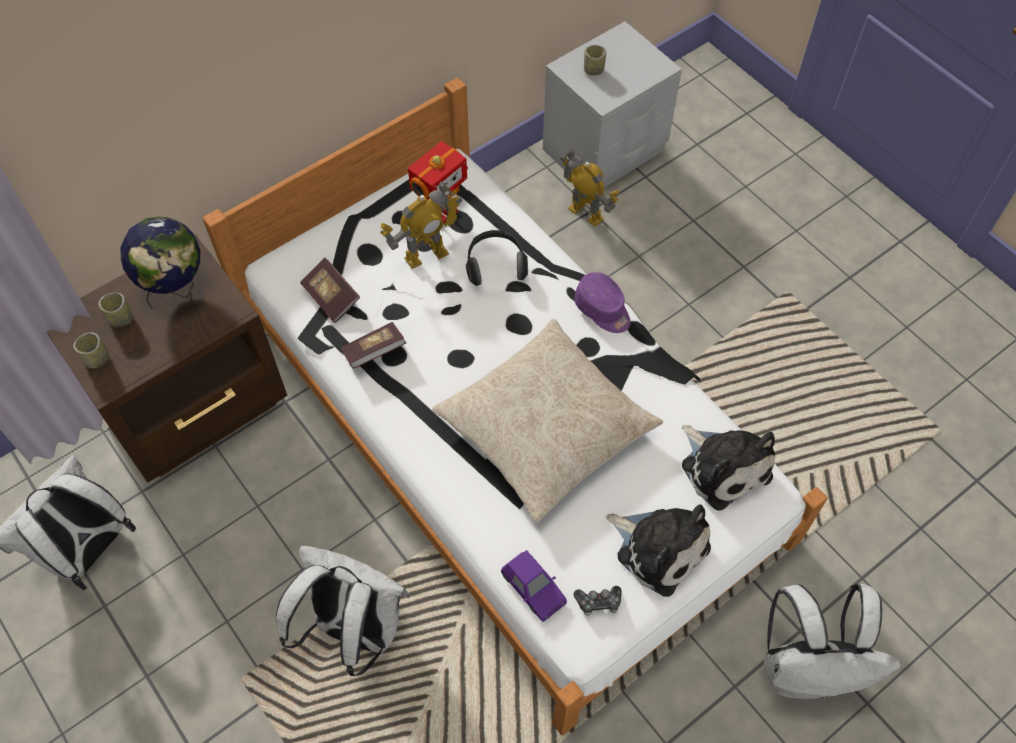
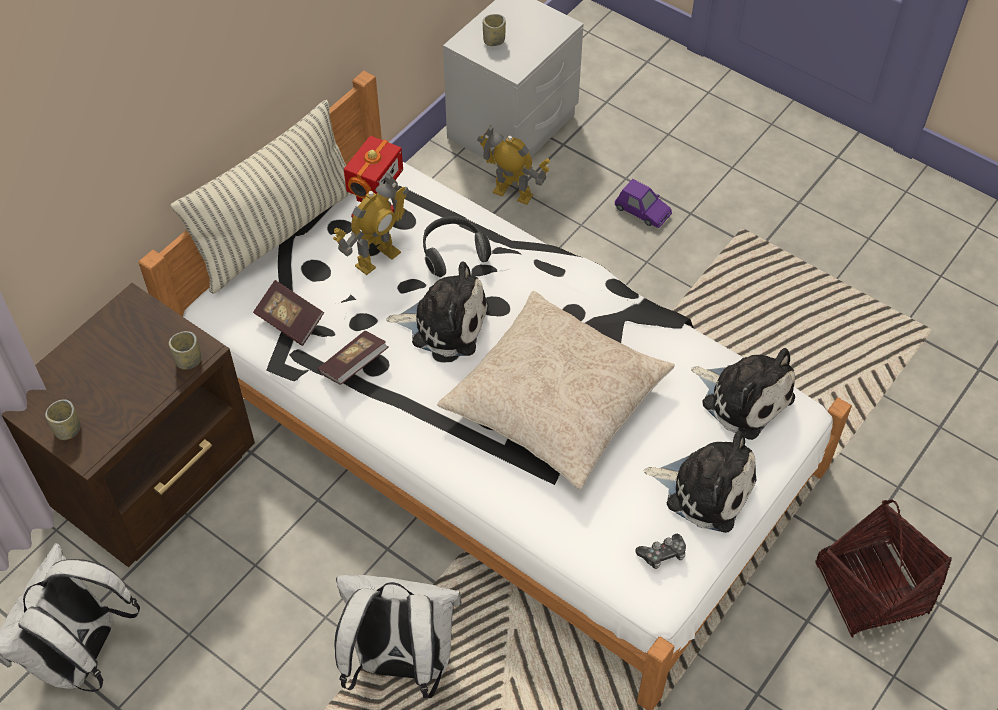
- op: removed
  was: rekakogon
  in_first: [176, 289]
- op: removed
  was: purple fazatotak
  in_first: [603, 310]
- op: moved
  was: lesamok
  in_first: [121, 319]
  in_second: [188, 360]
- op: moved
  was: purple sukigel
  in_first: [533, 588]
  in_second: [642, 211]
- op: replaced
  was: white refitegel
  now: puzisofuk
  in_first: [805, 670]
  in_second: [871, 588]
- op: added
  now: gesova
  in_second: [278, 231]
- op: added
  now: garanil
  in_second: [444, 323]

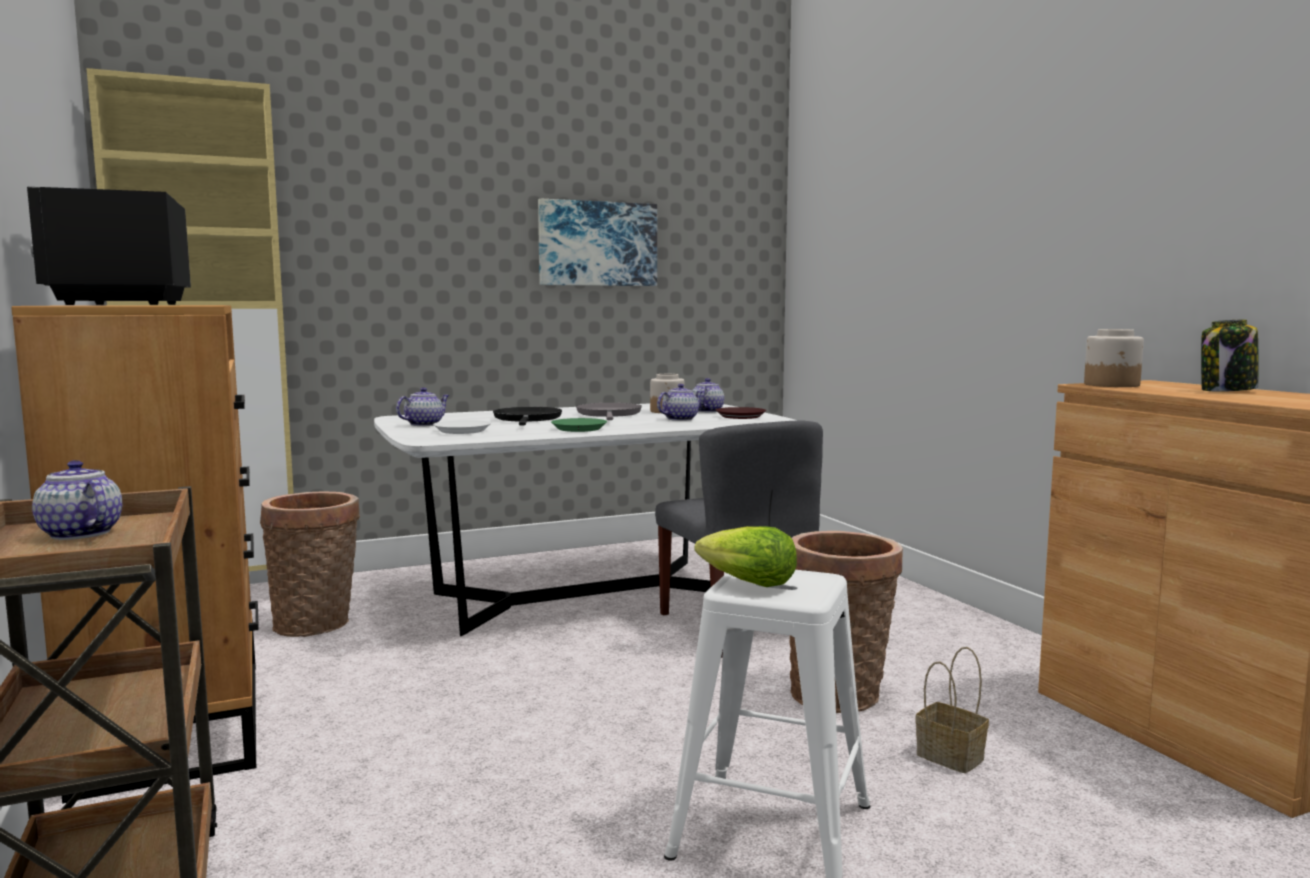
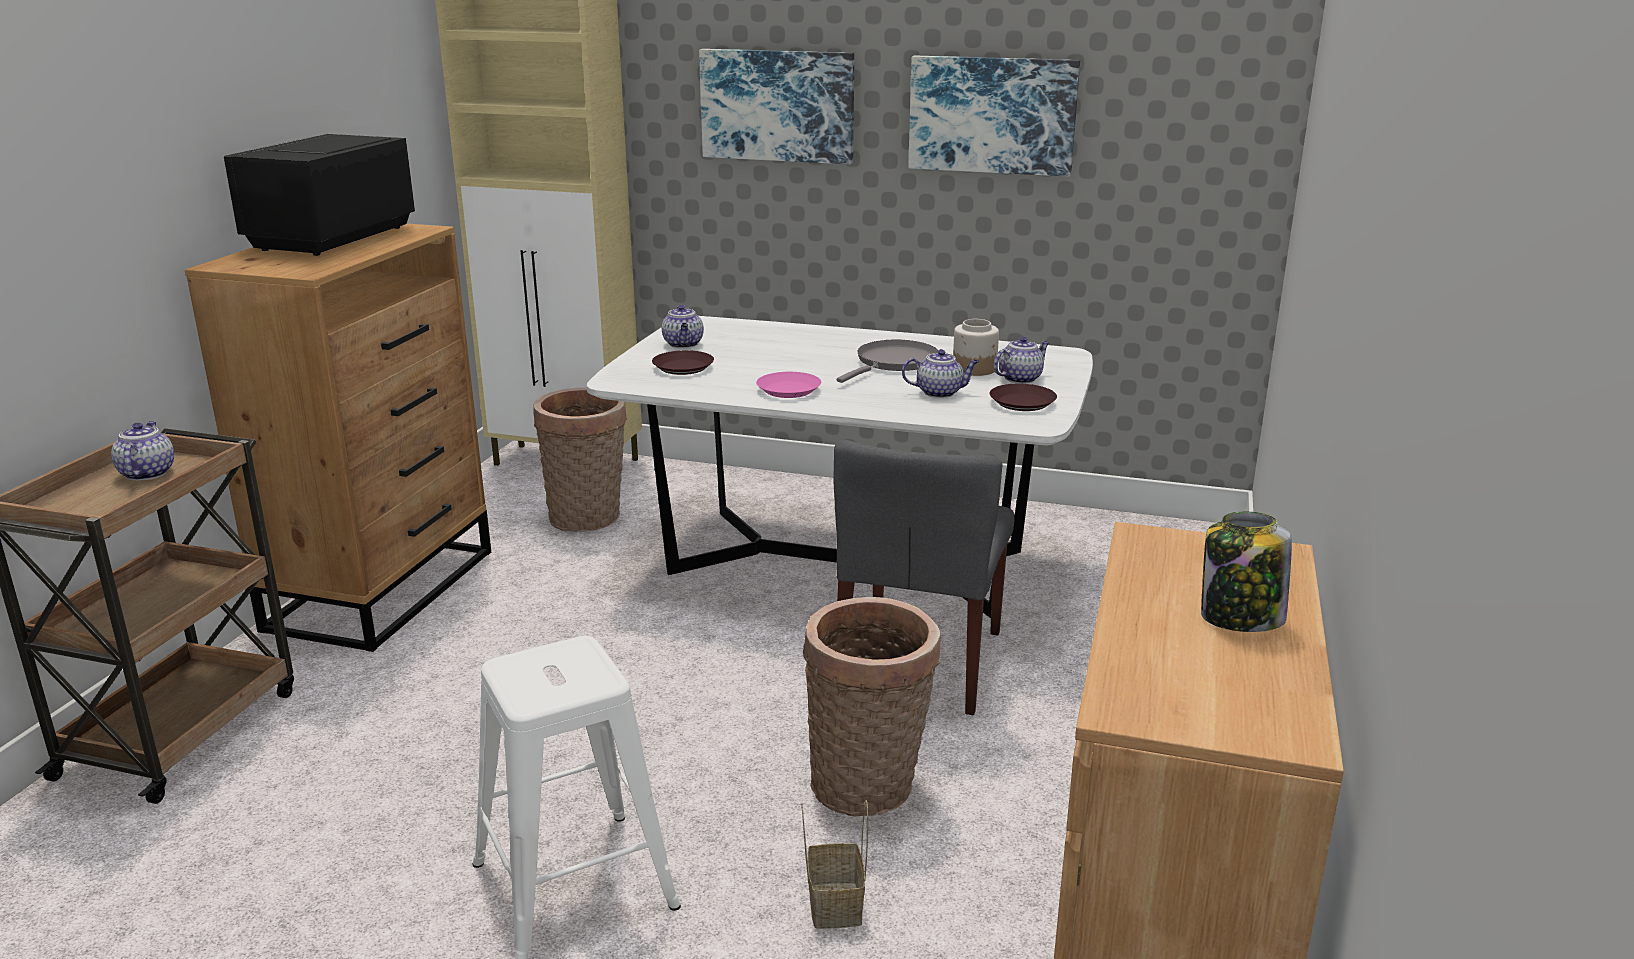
- op: removed
  was: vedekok
  in_first: [1112, 385]
- op: turned
  was: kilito
  in_first: [424, 424]
  in_second: [684, 344]
  clockwise: 90
- op: removed
  was: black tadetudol
  in_first: [527, 419]
- op: recoloured
  was: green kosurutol
  now: pink kosurutol
  in_first: [578, 429]
  in_second: [788, 390]
- op: recoloured
  was: white kosurutol
  now: brown kosurutol
  in_first: [462, 431]
  in_second: [682, 368]
- op: removed
  was: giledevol
  in_first: [747, 583]
- op: added
  now: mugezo
  in_second: [778, 105]

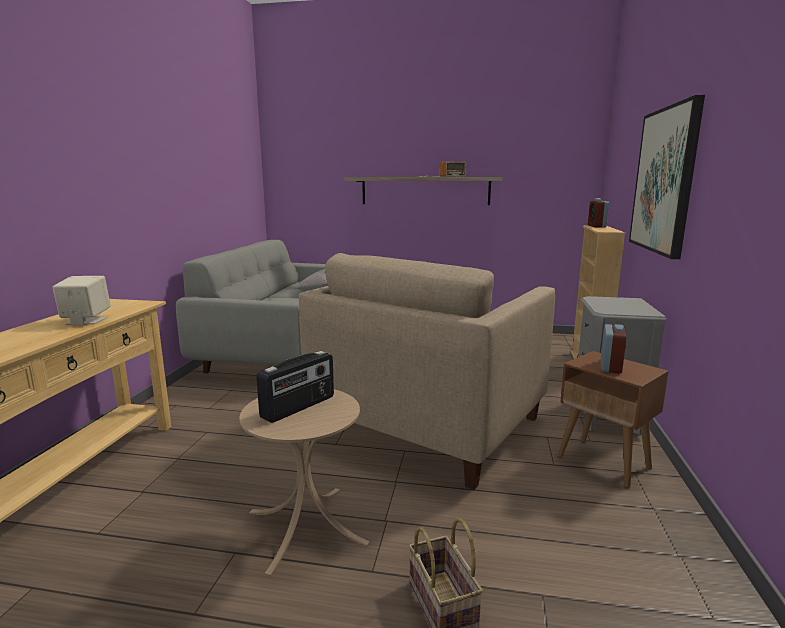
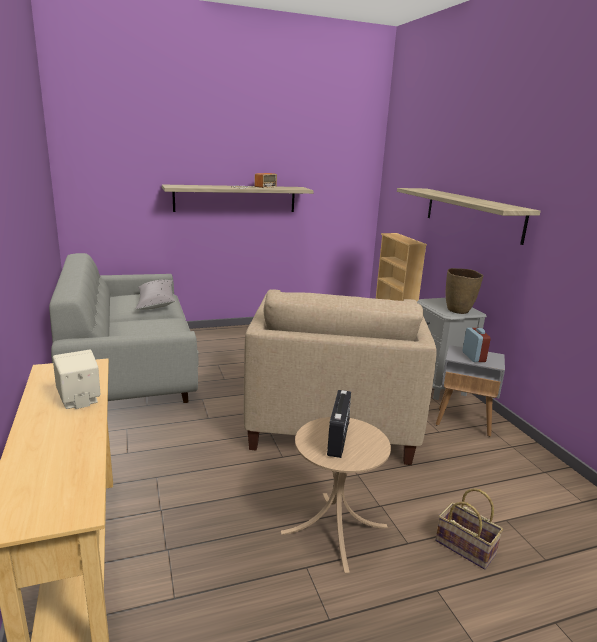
- op: replaced
  was: mugezo
  now: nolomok
  in_first: [664, 180]
  in_second: [472, 213]
- op: removed
  was: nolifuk
  in_first: [596, 226]
- op: recoloured
  was: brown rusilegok
  now: grey rusilegok
  in_first: [604, 462]
  in_second: [464, 422]
- op: added
  now: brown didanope
  in_second: [459, 310]

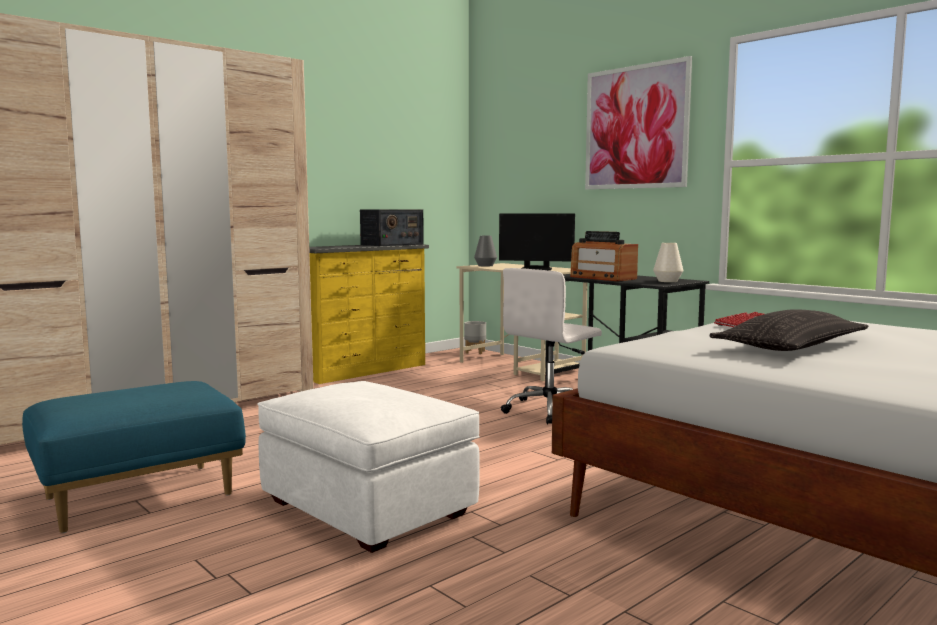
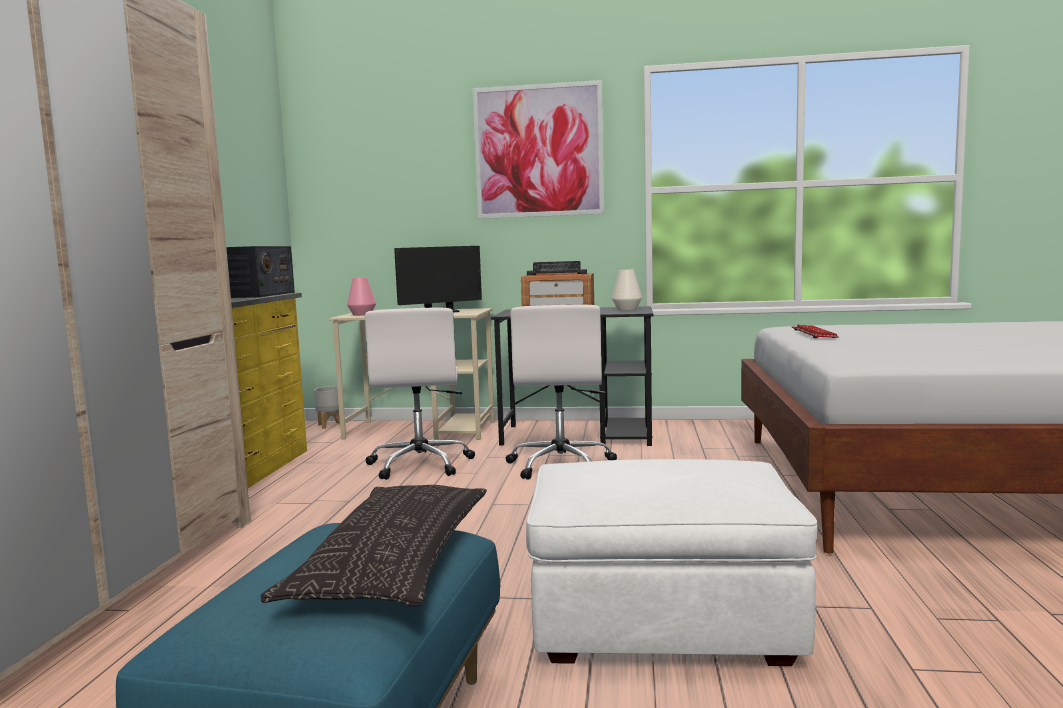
- op: recoloured
  was: grey didanope
  now: pink didanope
  in_first: [485, 265]
  in_second: [362, 314]
- op: moved
  was: gesova
  in_first: [790, 346]
  in_second: [394, 560]
- op: added
  now: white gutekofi
  in_second: [420, 464]

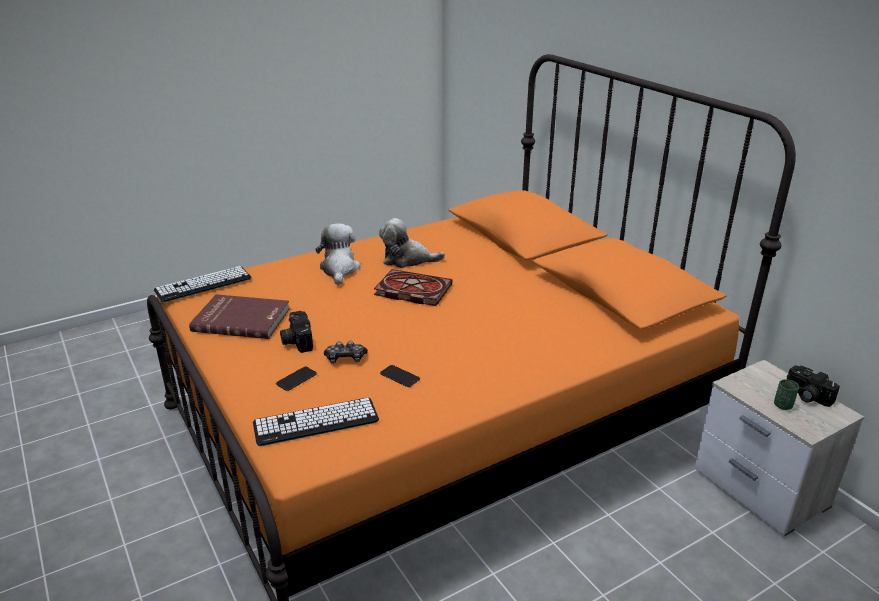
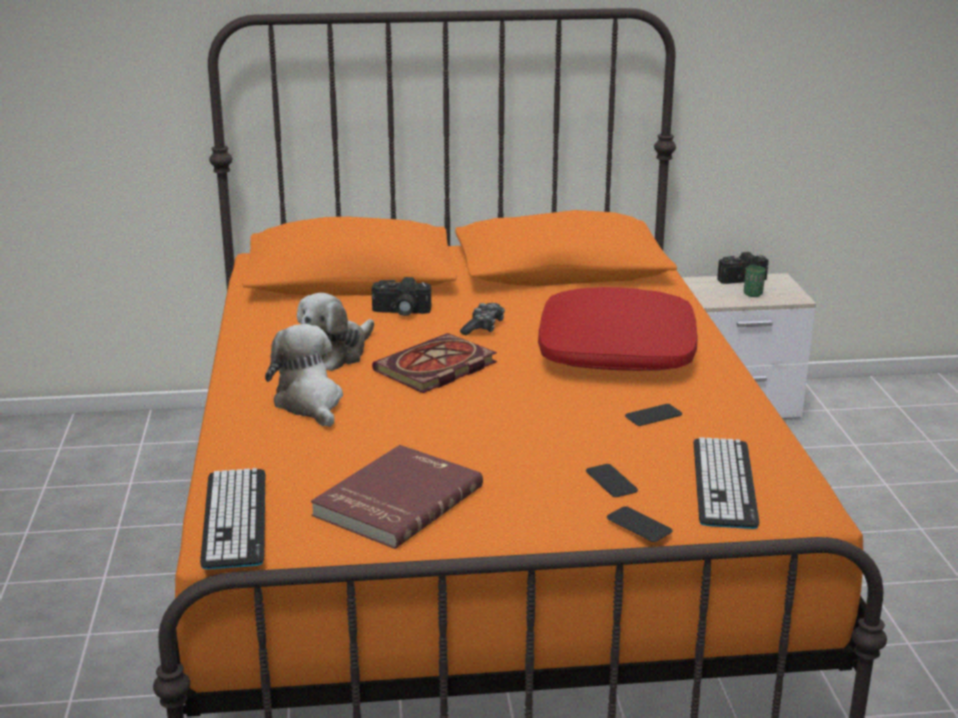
- op: turned
  was: garanil
  in_first: [339, 269]
  in_second: [310, 403]
  clockwise: 45
- op: moved
  was: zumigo
  in_first: [296, 340]
  in_second: [400, 312]
- op: moved
  was: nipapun
  in_first: [345, 359]
  in_second: [483, 327]
- op: added
  now: red gesova
  in_second: [618, 351]
- op: added
  now: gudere
  in_second: [639, 525]

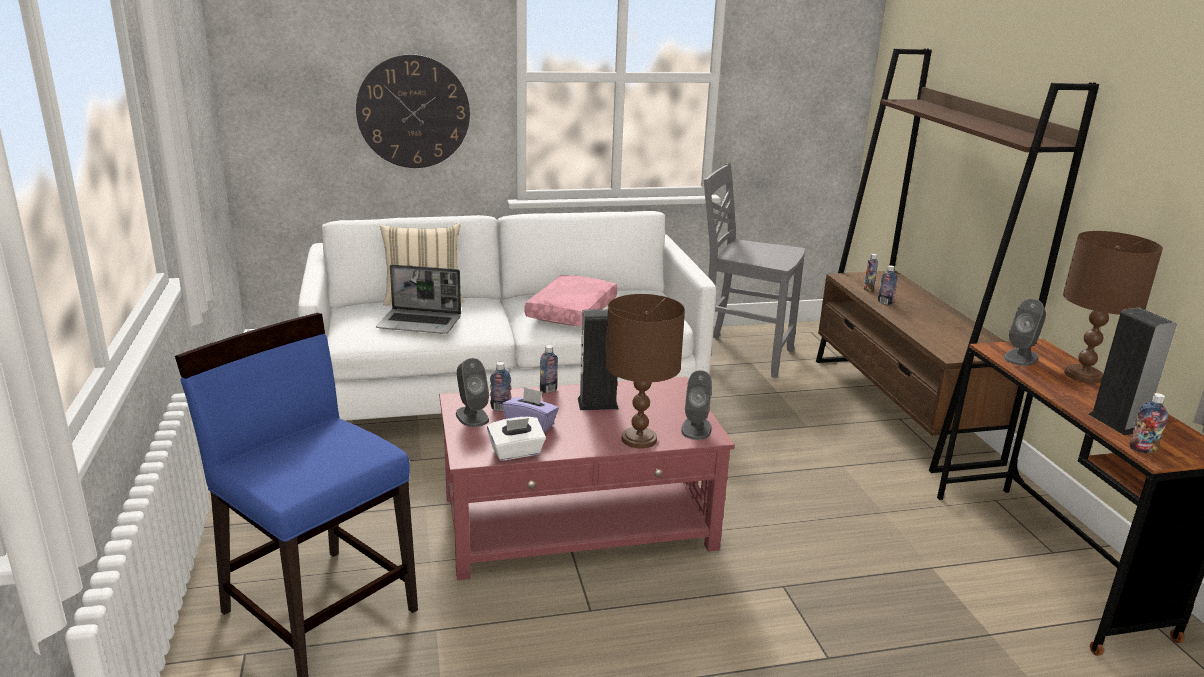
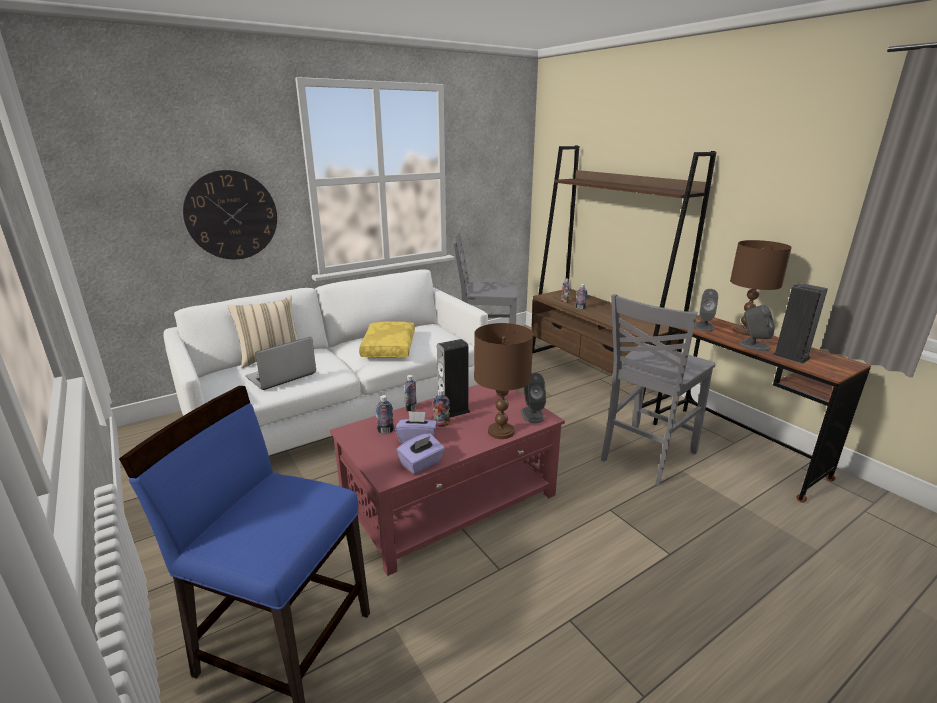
- op: turned
  was: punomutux
  in_first: [421, 323]
  in_second: [281, 376]
  clockwise: 150
- op: recoloured
  was: pink gesova
  now: yellow gesova
  in_first: [571, 311]
  in_second: [388, 347]
- op: moved
  was: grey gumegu
  in_first: [472, 416]
  in_second: [753, 345]
- op: moved
  was: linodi
  in_first: [1142, 449]
  in_second: [441, 424]
- op: recoloured
  was: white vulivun
  now: purple vulivun
  in_first: [516, 452]
  in_second: [421, 464]
- op: added
  now: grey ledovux
  in_second: [645, 456]

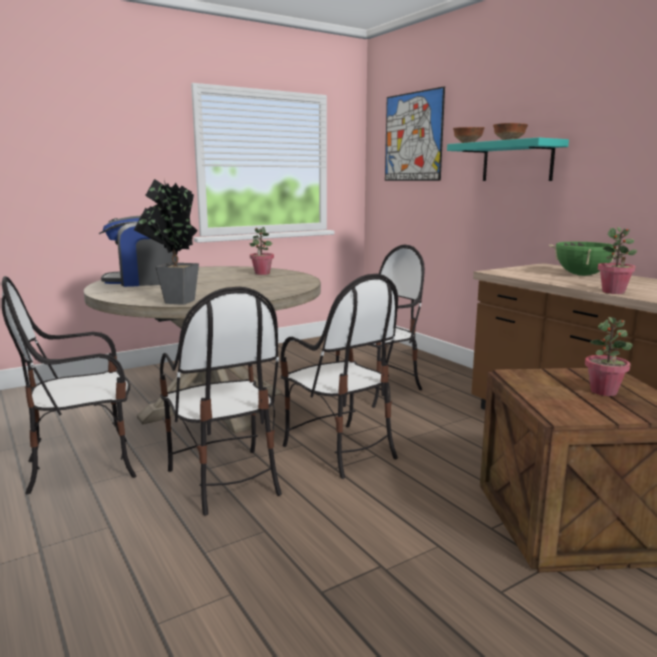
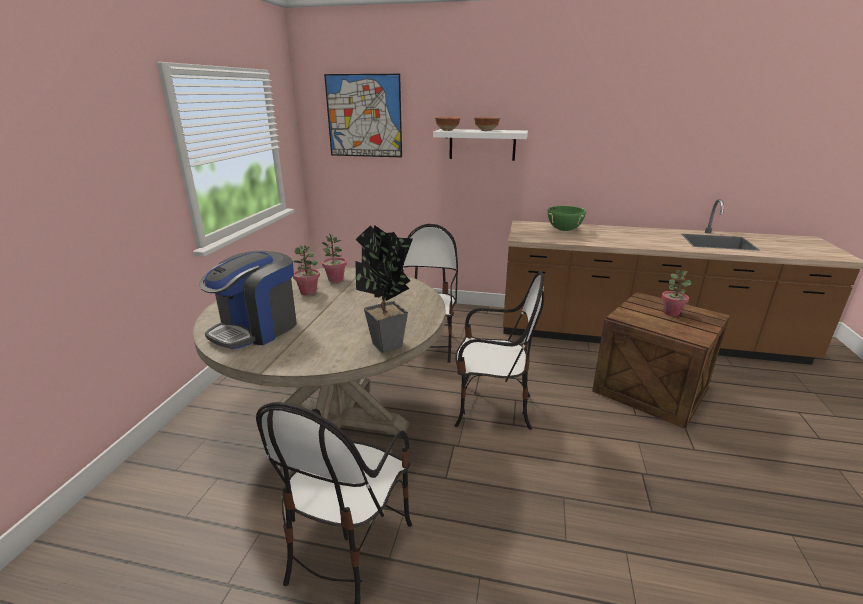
- op: recoloured
  was: turquoise nolomok
  now: white nolomok
  in_first: [517, 161]
  in_second: [482, 144]
- op: moved
  was: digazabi
  in_first: [613, 292]
  in_second: [308, 292]
- op: removed
  was: ledovux
  in_first: [225, 480]

